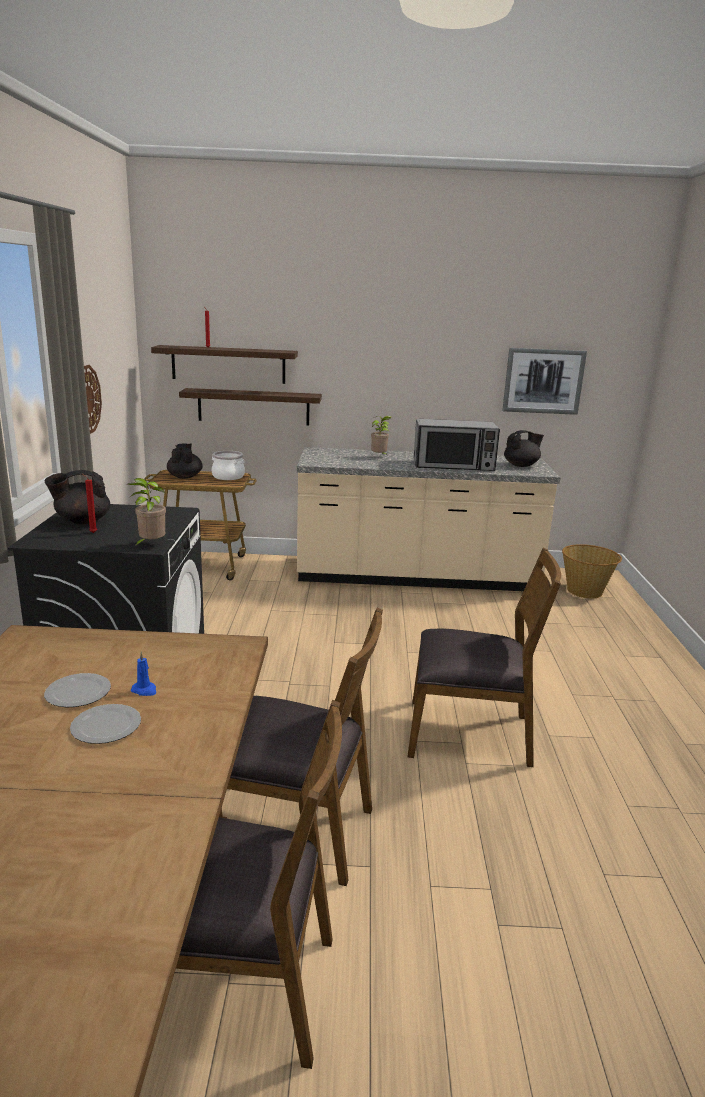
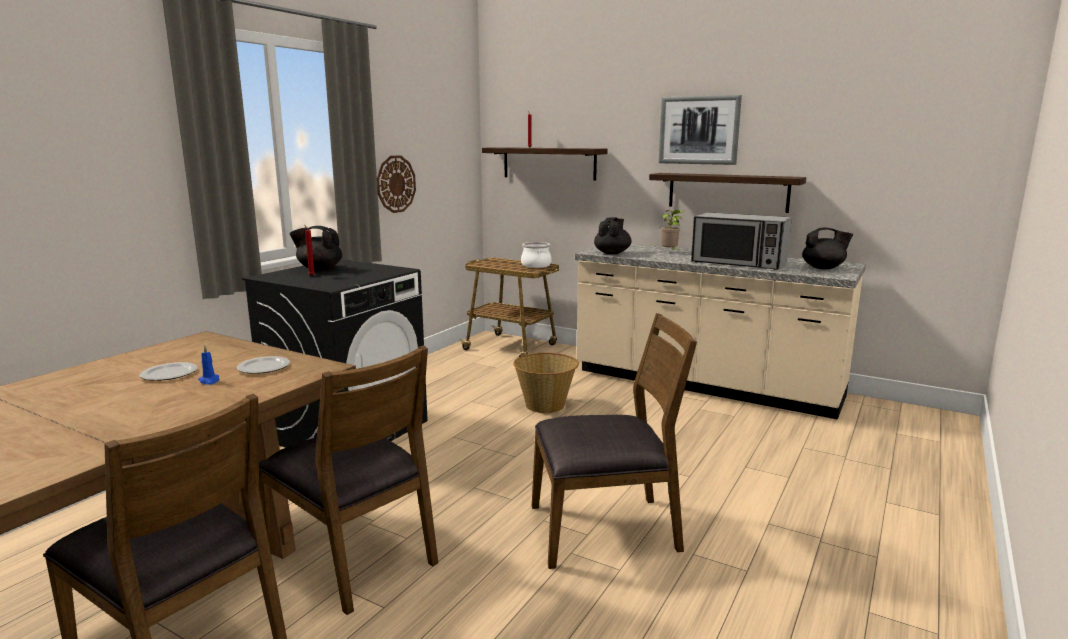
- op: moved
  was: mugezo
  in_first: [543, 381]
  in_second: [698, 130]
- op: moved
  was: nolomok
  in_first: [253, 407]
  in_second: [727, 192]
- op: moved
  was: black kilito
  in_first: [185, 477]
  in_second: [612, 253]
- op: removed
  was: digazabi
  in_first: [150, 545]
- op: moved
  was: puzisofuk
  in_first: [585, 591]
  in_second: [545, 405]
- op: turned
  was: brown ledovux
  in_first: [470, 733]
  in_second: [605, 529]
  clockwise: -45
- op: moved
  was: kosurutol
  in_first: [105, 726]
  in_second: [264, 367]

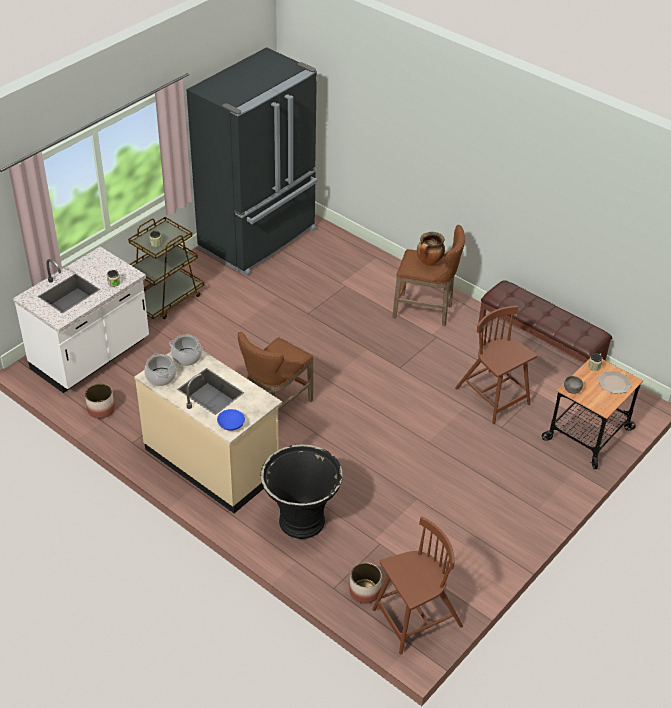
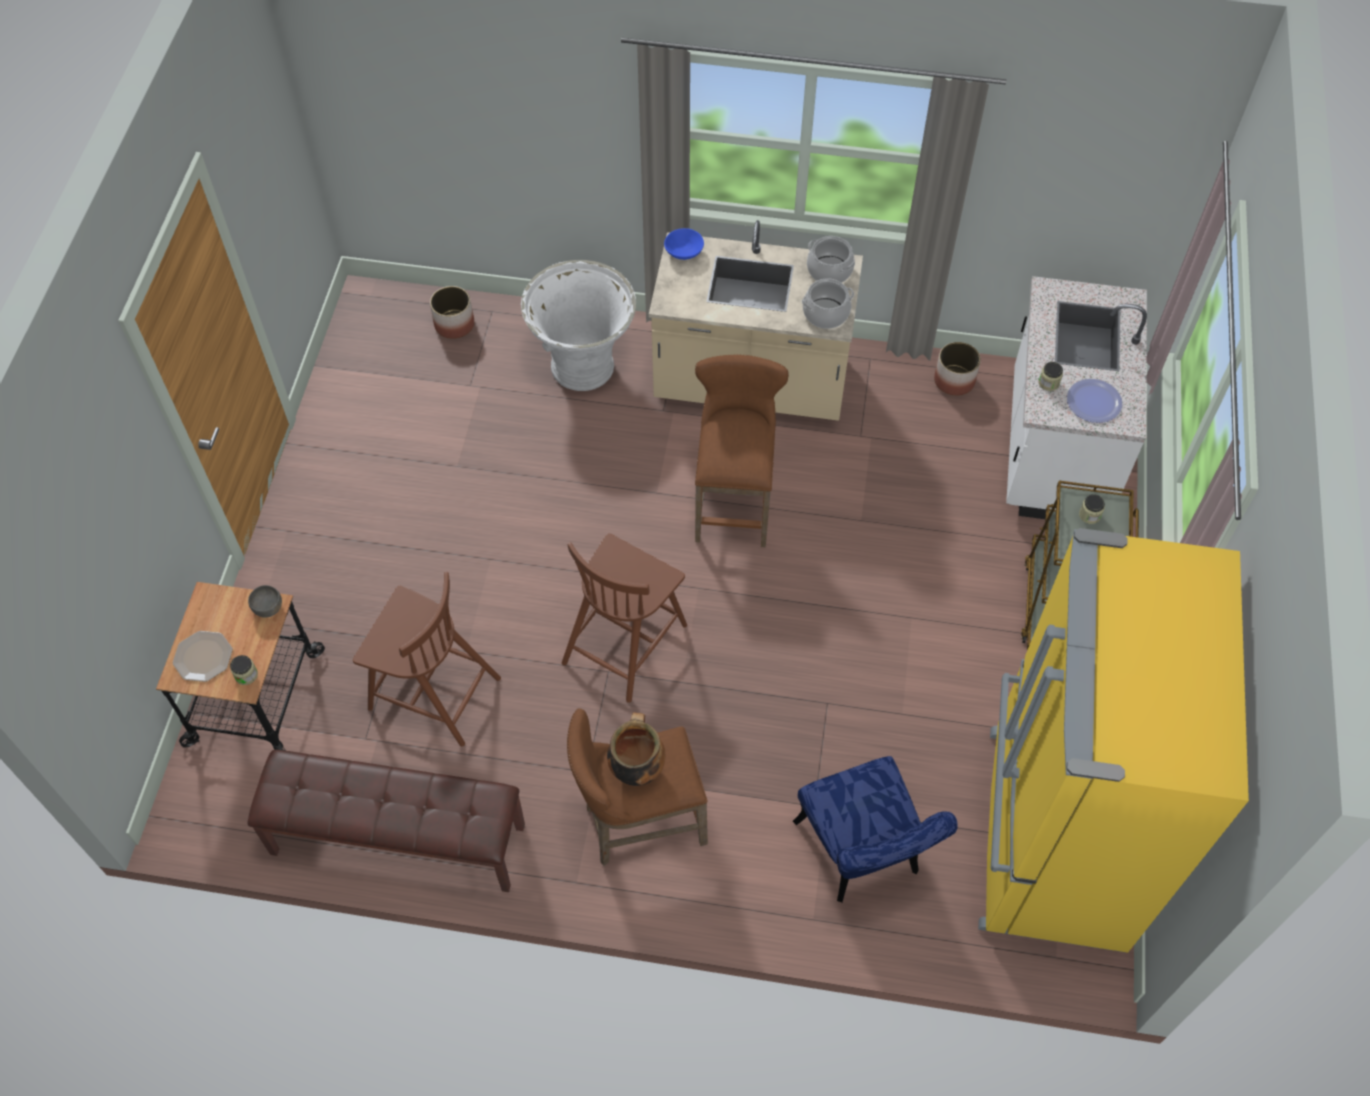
- op: recoloured
  was: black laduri
  now: yellow laduri
  in_first: [259, 239]
  in_second: [1050, 837]
- op: recoloured
  was: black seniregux
  now: white seniregux
  in_first: [301, 520]
  in_second: [584, 367]
- op: moved
  was: brown ledovux
  in_first: [415, 619]
  in_second: [625, 641]
- op: added
  now: kosurutol
  in_second: [1094, 402]
- op: added
  now: blue ledovux
  in_second: [862, 856]

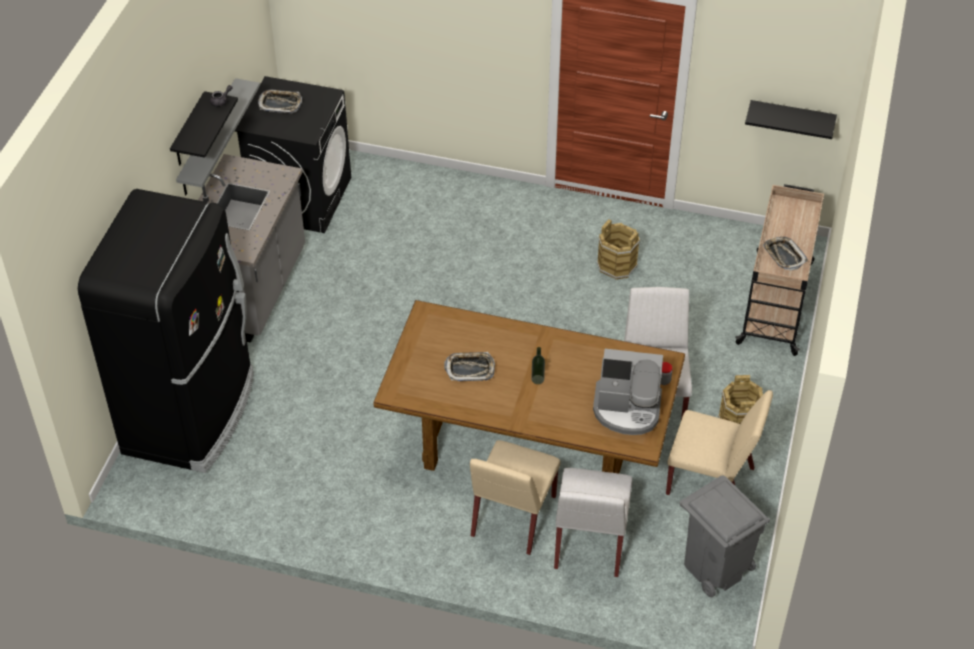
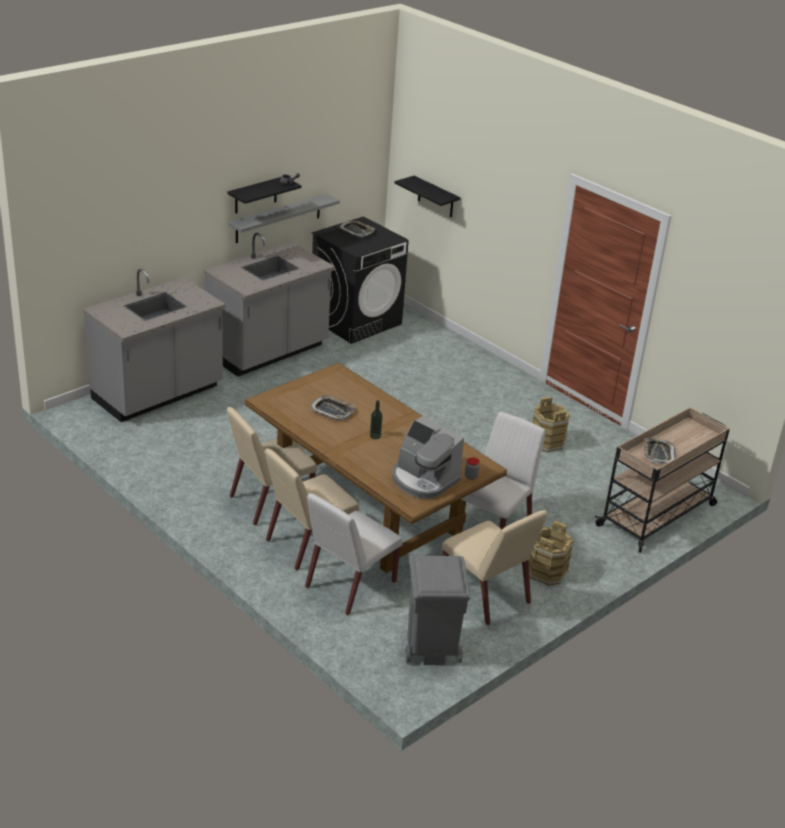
- op: moved
  was: black nolomok
  in_first: [791, 119]
  in_second: [435, 197]
- op: replaced
  was: black laduri
  now: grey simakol
  in_first: [192, 413]
  in_second: [158, 394]
- op: added
  now: beige ledovux
  in_second: [270, 502]

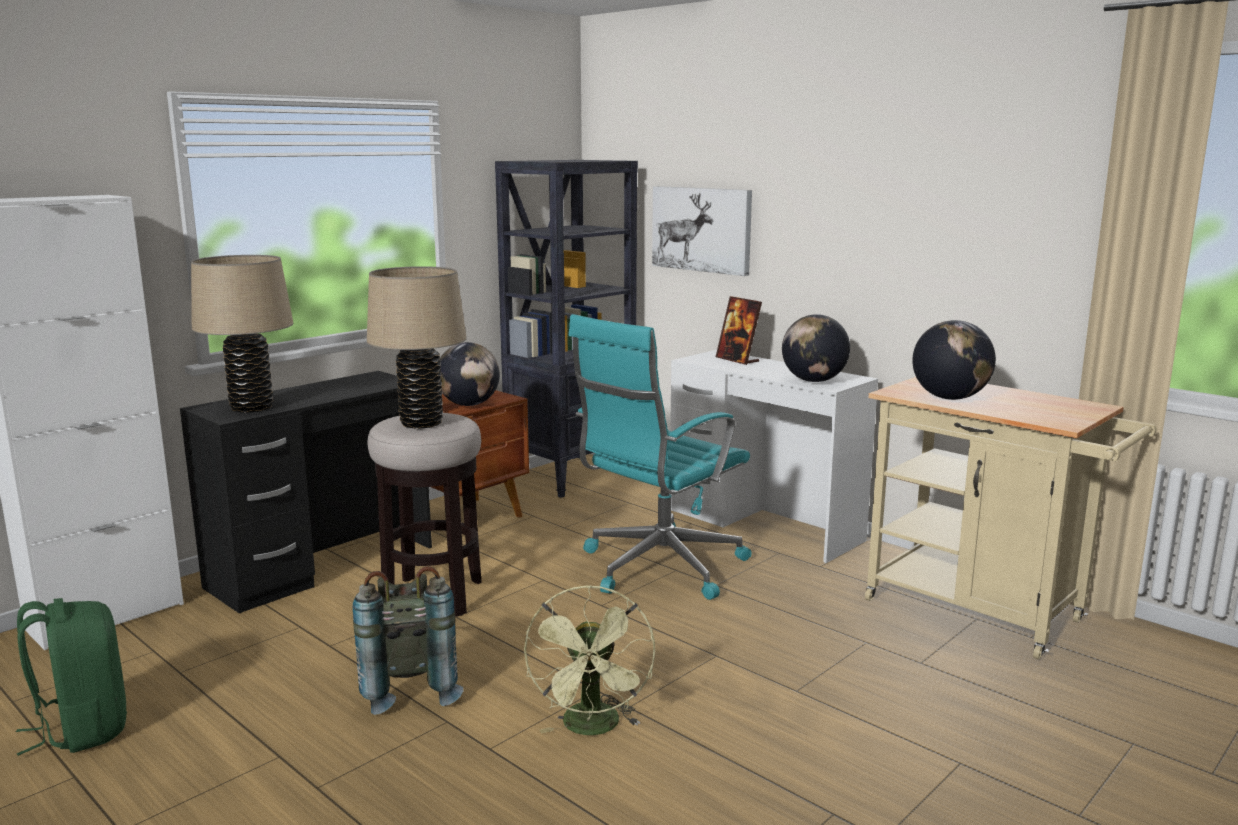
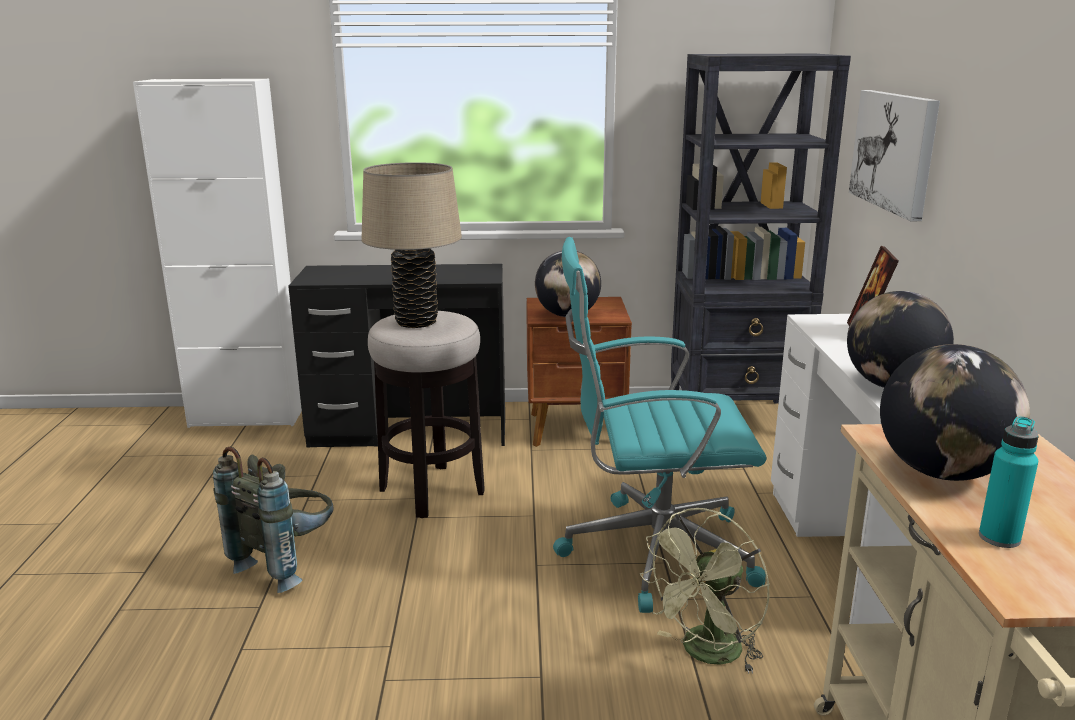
- op: removed
  was: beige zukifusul
  in_first: [251, 407]
- op: moved
  was: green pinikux
  in_first: [593, 728]
  in_second: [706, 654]
- op: removed
  was: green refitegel
  in_first: [82, 729]
- op: added
  now: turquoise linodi
  in_second: [999, 538]

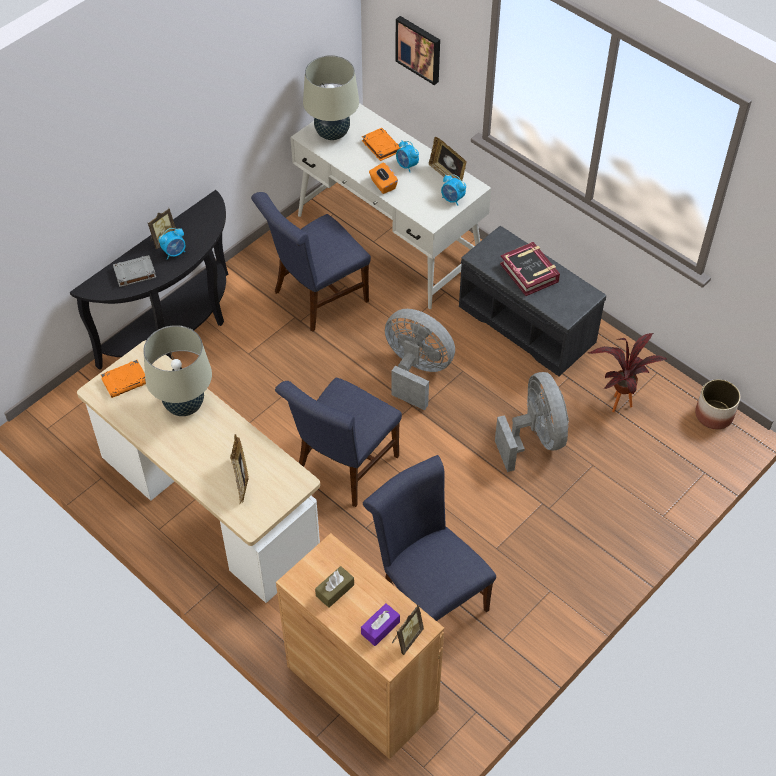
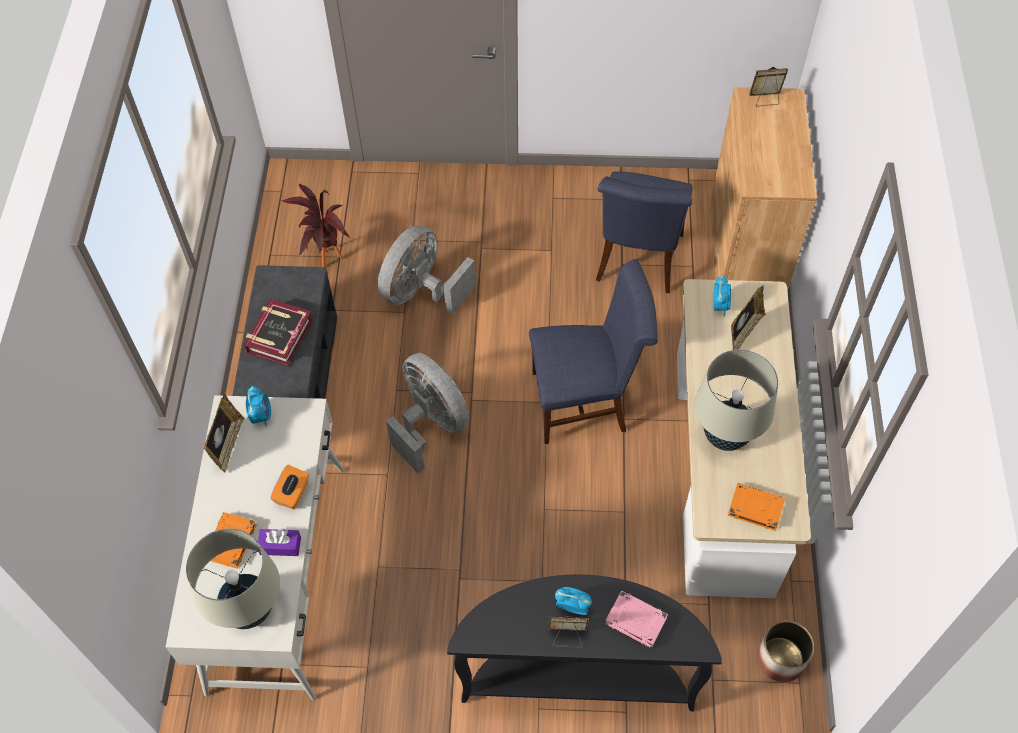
- op: removed
  was: mugezo
  in_first: [419, 49]
- op: moved
  was: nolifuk
  in_first: [407, 166]
  in_second: [720, 305]
- op: removed
  was: blue ledovux
  in_first: [316, 298]
- op: recoloured
  was: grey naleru
  now: pink naleru
  in_first: [134, 273]
  in_second: [636, 621]
- op: turned
  was: grey pinikux
  in_first: [416, 372]
  in_second: [431, 424]
  clockwise: 150
- op: moved
  was: seniregux
  in_first: [713, 415]
  in_second: [781, 659]
- op: removed
  was: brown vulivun
  in_first: [335, 590]
- op: moved
  was: purple vulivun
  in_first: [380, 628]
  in_second: [280, 546]

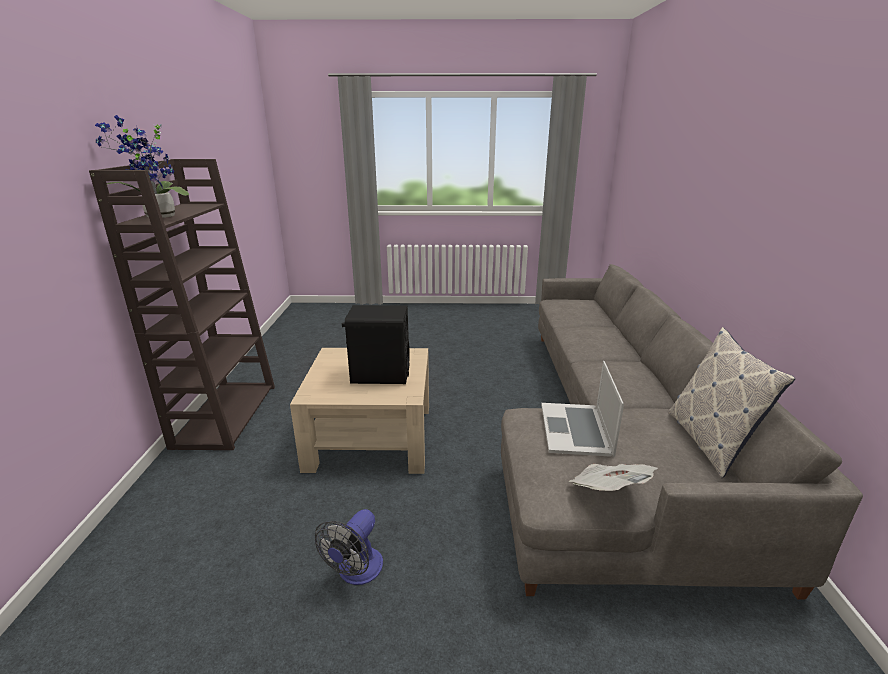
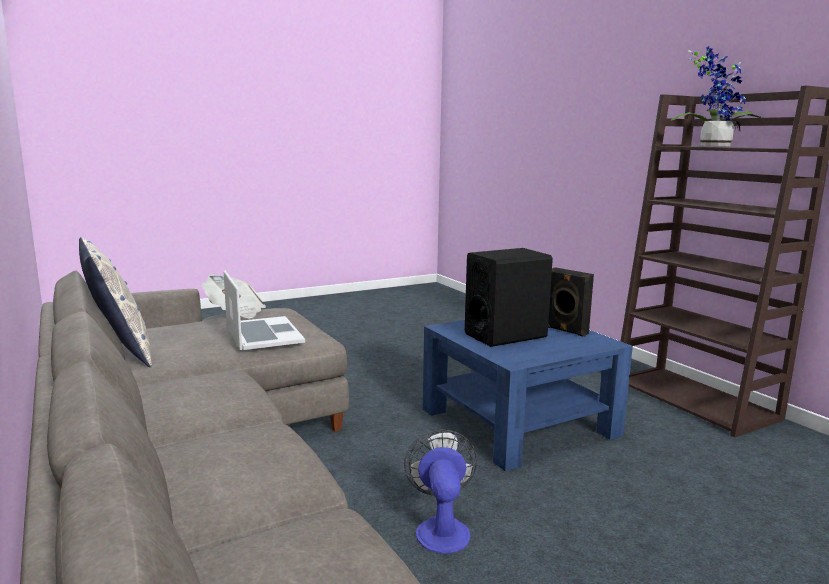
- op: recoloured
  was: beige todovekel
  now: blue todovekel
  in_first: [371, 436]
  in_second: [518, 422]
- op: moved
  was: pinikux
  in_first: [356, 572]
  in_second: [441, 528]
- op: added
  now: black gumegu
  in_second: [565, 331]

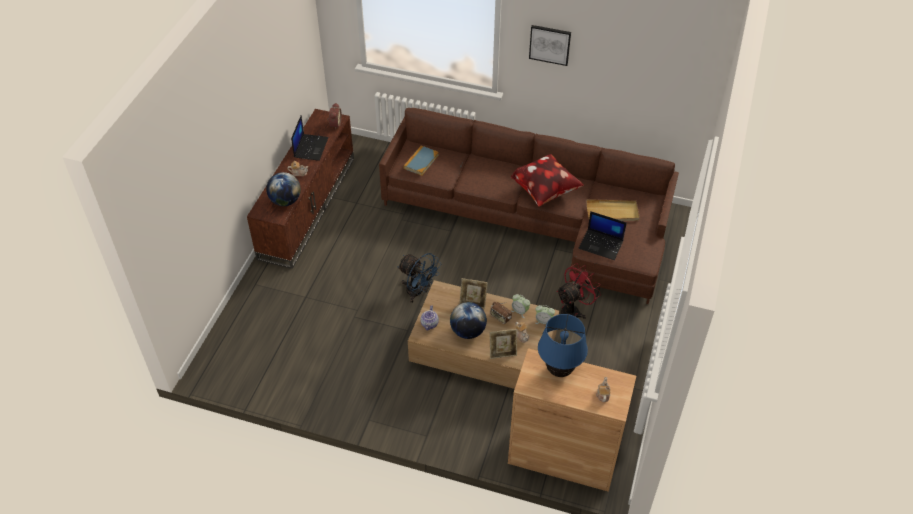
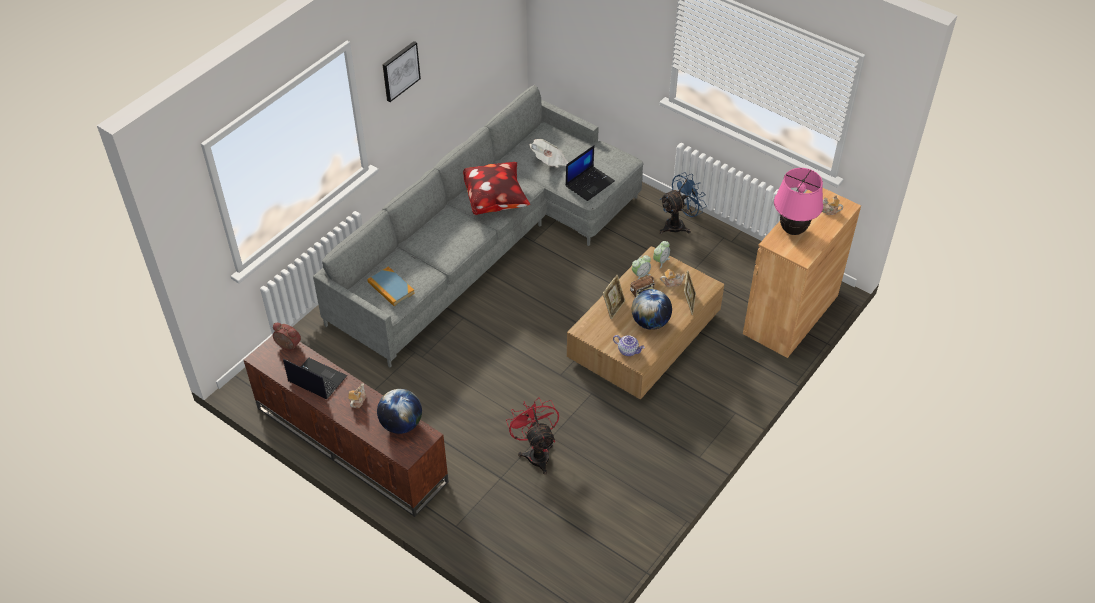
- op: recoloured
  was: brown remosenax
  now: grey remosenax
  in_first: [537, 221]
  in_second: [487, 242]
- op: replaced
  was: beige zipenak
  now: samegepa
  in_first: [612, 212]
  in_second: [549, 161]
- op: moved
  was: blue pinikux
  in_first: [418, 292]
  in_second: [678, 224]
- op: moved
  was: red pinikux
  in_first: [573, 310]
  in_second: [536, 452]
- op: recoloured
  was: blue zukifusul
  now: pink zukifusul
  in_first: [559, 370]
  in_second: [792, 230]

